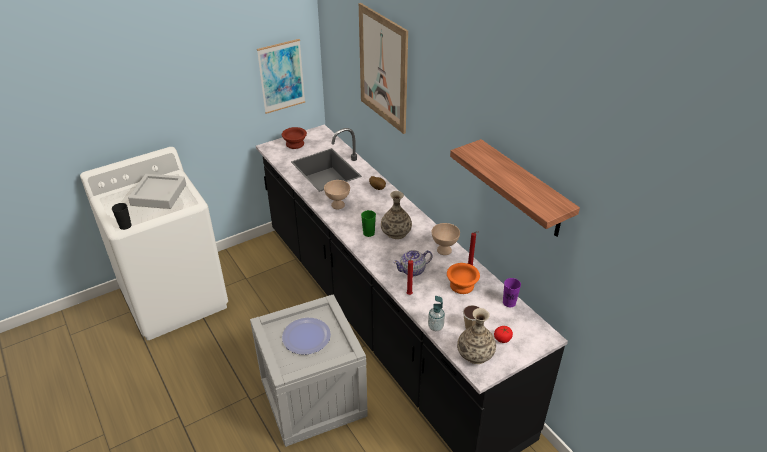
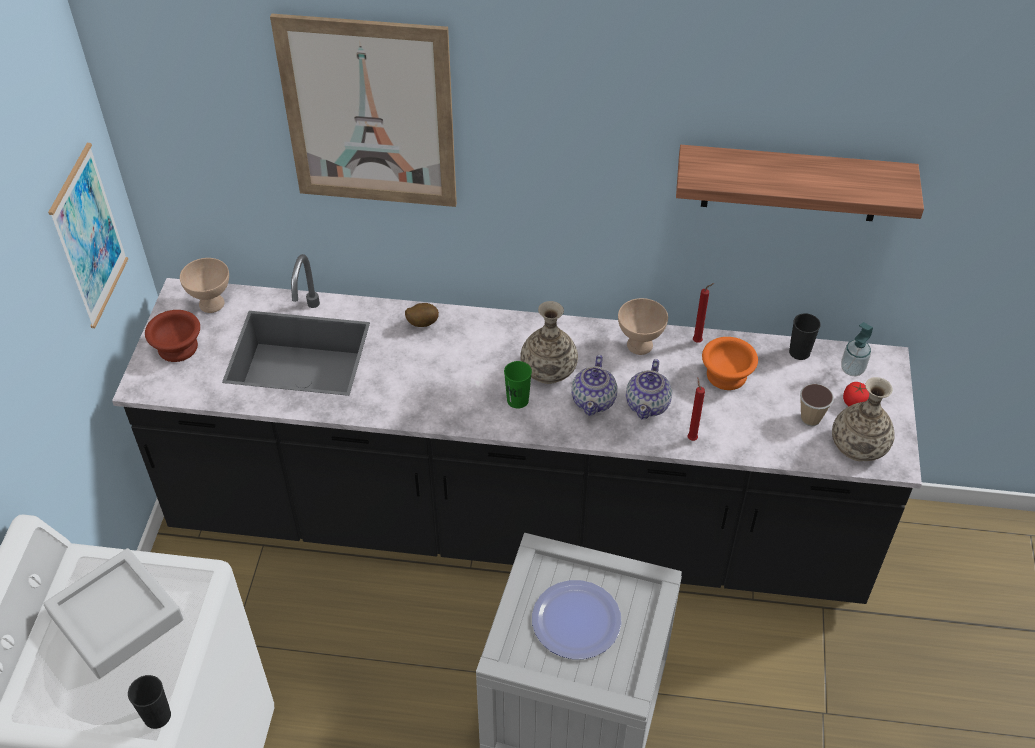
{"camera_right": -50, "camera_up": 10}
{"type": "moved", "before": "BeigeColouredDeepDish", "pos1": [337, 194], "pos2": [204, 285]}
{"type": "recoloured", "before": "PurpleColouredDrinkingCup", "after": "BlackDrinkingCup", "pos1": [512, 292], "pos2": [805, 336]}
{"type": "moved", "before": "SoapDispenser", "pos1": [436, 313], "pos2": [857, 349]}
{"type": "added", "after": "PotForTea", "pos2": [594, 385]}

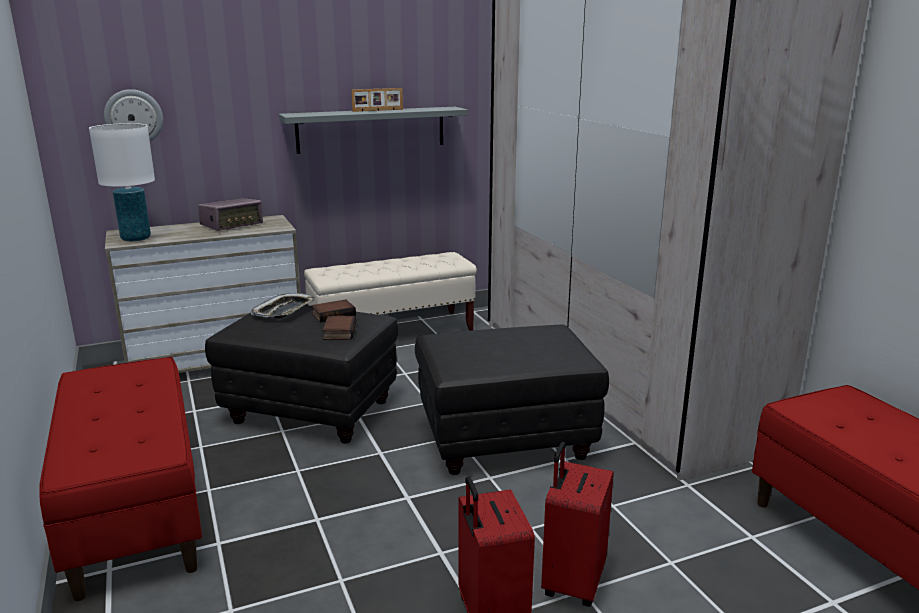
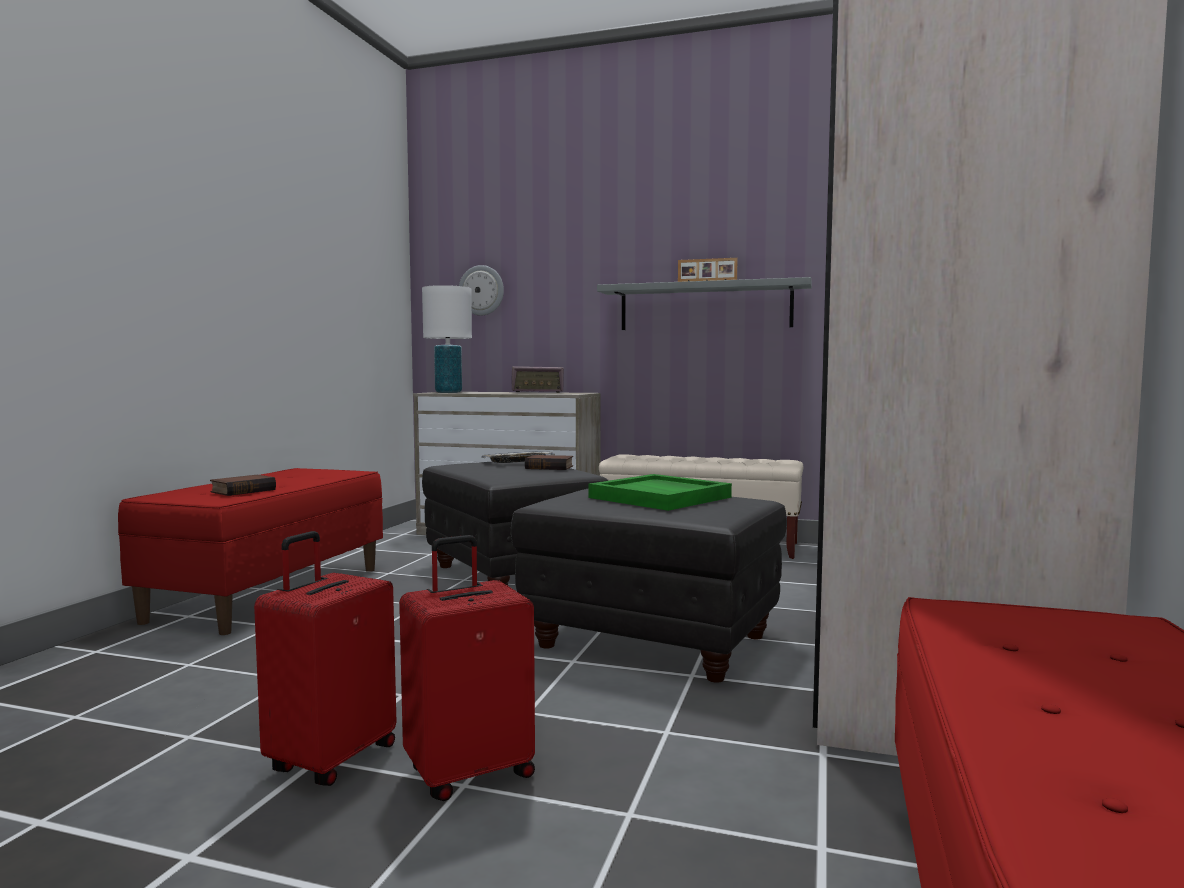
{"camera_right": 40, "camera_up": -15}
{"type": "moved", "before": "Volume", "pos1": [339, 328], "pos2": [243, 485]}
{"type": "added", "after": "GreenishServingTray", "pos2": [660, 492]}

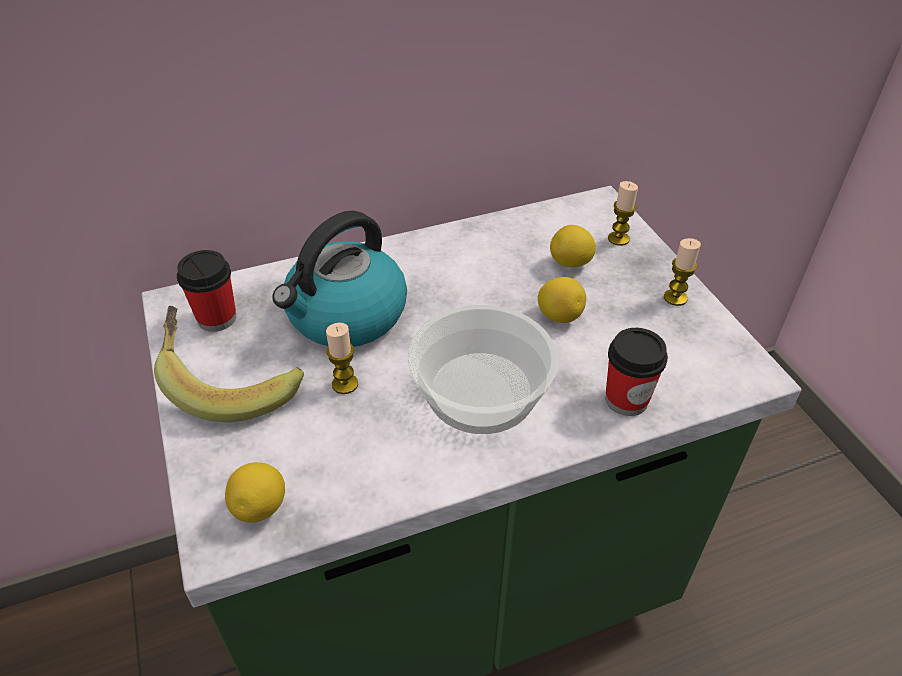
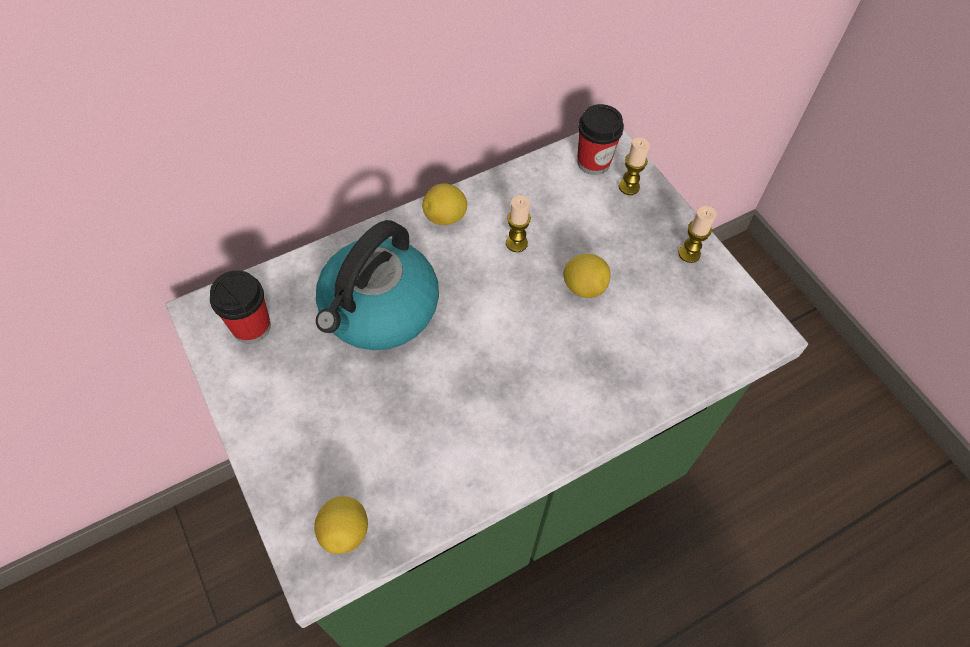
{"camera_right": -10, "camera_up": 15}
{"type": "moved", "before": "CitrusFruit", "pos1": [573, 246], "pos2": [444, 204]}
{"type": "removed", "before": "DeepDish", "pos1": [483, 369]}
{"type": "removed", "before": "Banana", "pos1": [229, 364]}
{"type": "moved", "before": "Candle", "pos1": [342, 358], "pos2": [518, 223]}
{"type": "moved", "before": "DrinkingCup", "pos1": [637, 372], "pos2": [600, 139]}

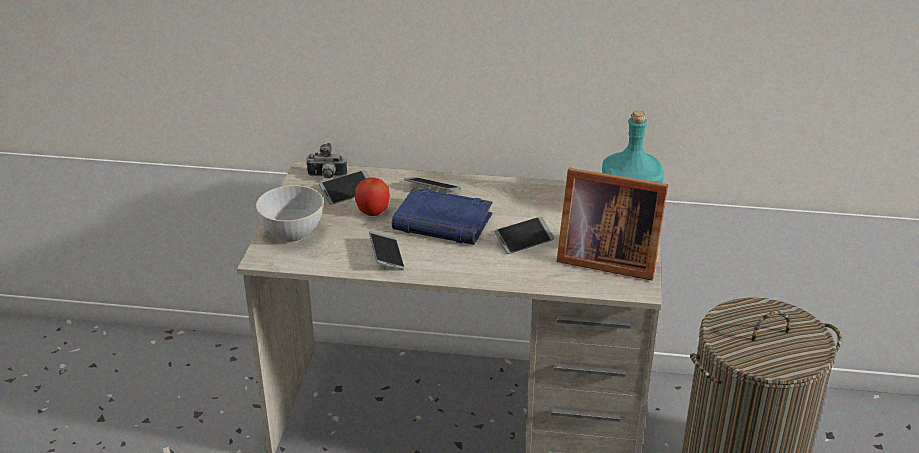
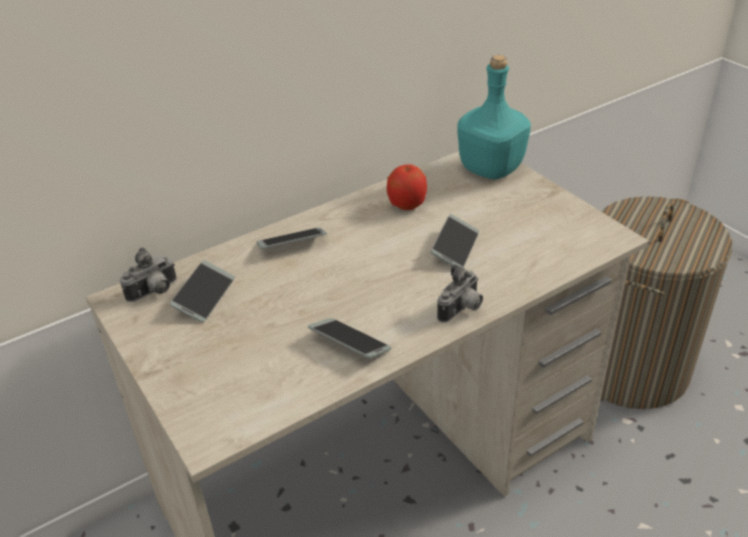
{"camera_right": -40, "camera_up": 5}
{"type": "removed", "before": "PhotoFrame", "pos1": [612, 224]}
{"type": "moved", "before": "AppleFruit", "pos1": [372, 196], "pos2": [407, 187]}
{"type": "removed", "before": "GrayDeepDish", "pos1": [289, 213]}
{"type": "removed", "before": "BlueVolume", "pos1": [442, 216]}
{"type": "added", "after": "StillCamera", "pos2": [460, 293]}

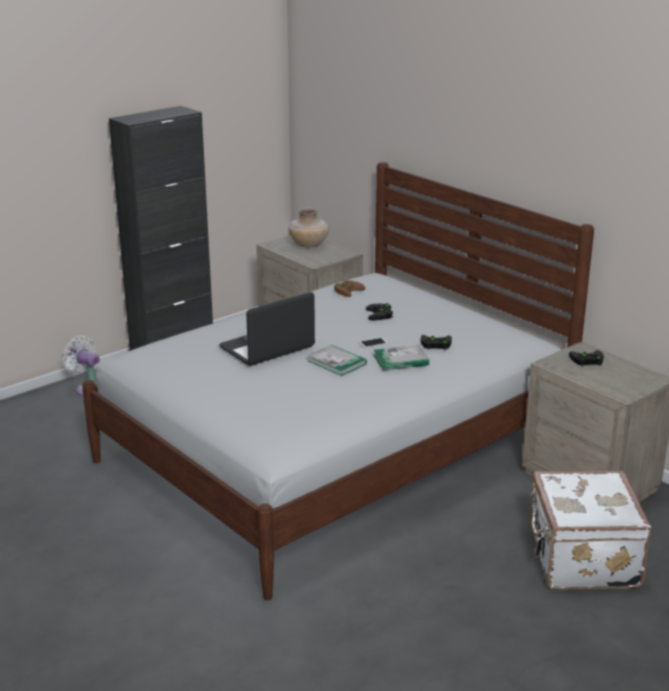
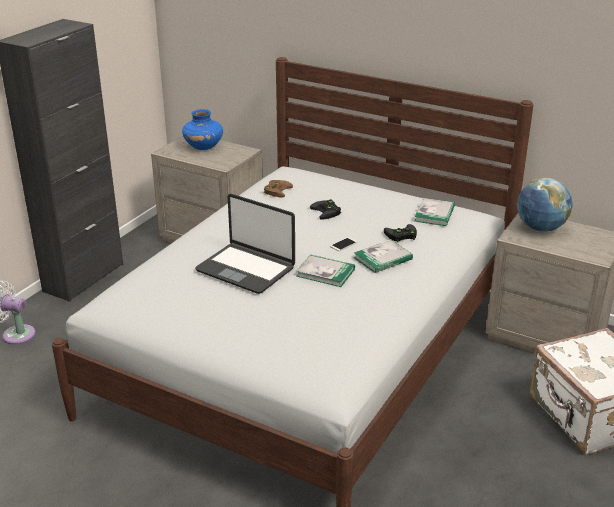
{"camera_right": -20, "camera_up": 5}
{"type": "recoloured", "before": "BeigeColouredDecorativeVase", "after": "BlueDecorativeVase", "pos1": [308, 227], "pos2": [202, 129]}
{"type": "turned", "before": "NotebookComputer", "pos1": [267, 329], "pos2": [245, 244], "turn": -90}
{"type": "replaced", "before": "BlackGameController", "after": "WorldGlobe", "pos1": [586, 358], "pos2": [545, 204]}
{"type": "added", "after": "Volume", "pos2": [434, 212]}

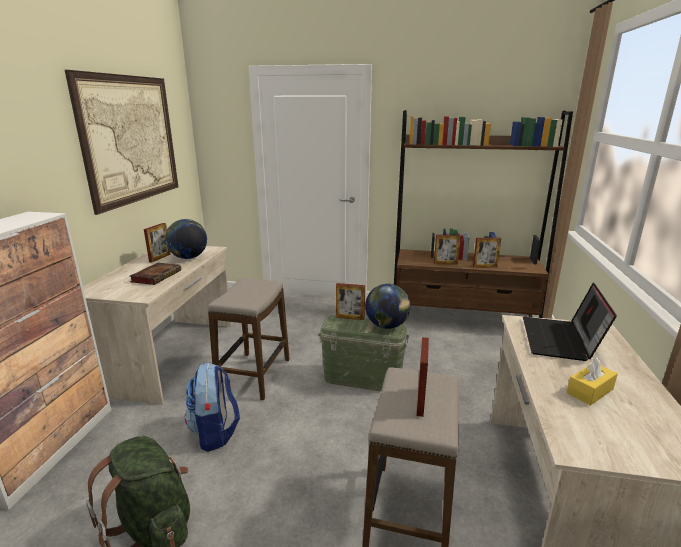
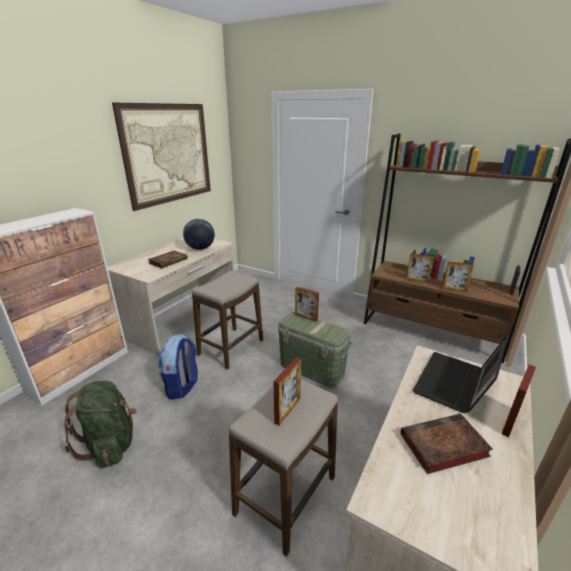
{"camera_right": 20, "camera_up": 5}
{"type": "moved", "before": "PhotoFrame", "pos1": [157, 242], "pos2": [519, 400]}
{"type": "removed", "before": "WorldGlobe", "pos1": [387, 306]}
{"type": "replaced", "before": "YellowColouredTissueHolder", "after": "Volume", "pos1": [592, 381], "pos2": [447, 443]}

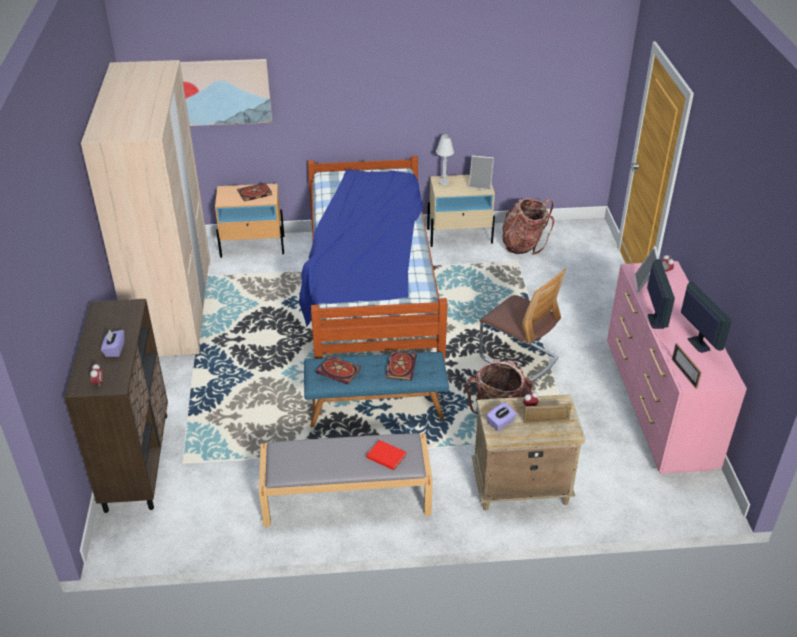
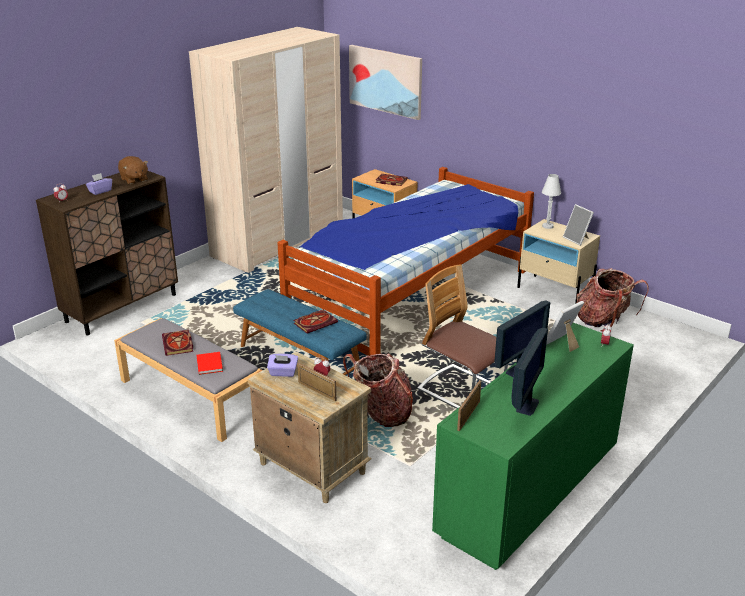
{"camera_right": 45, "camera_up": -10}
{"type": "recoloured", "before": "PinkColouredDrawerChest", "after": "GreenishDrawerChest", "pos1": [677, 367], "pos2": [533, 446]}
{"type": "turned", "before": "PlainChair", "pos1": [522, 325], "pos2": [462, 336], "turn": 135}
{"type": "moved", "before": "Volume", "pos1": [338, 370], "pos2": [177, 343]}
{"type": "added", "after": "BrownishPlushToy", "pos2": [133, 170]}

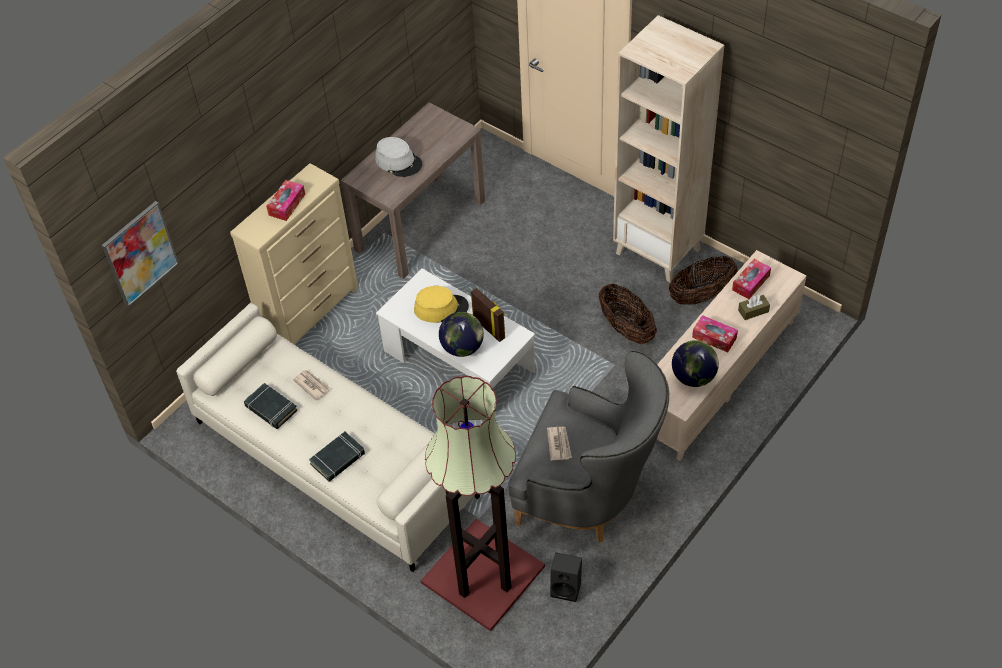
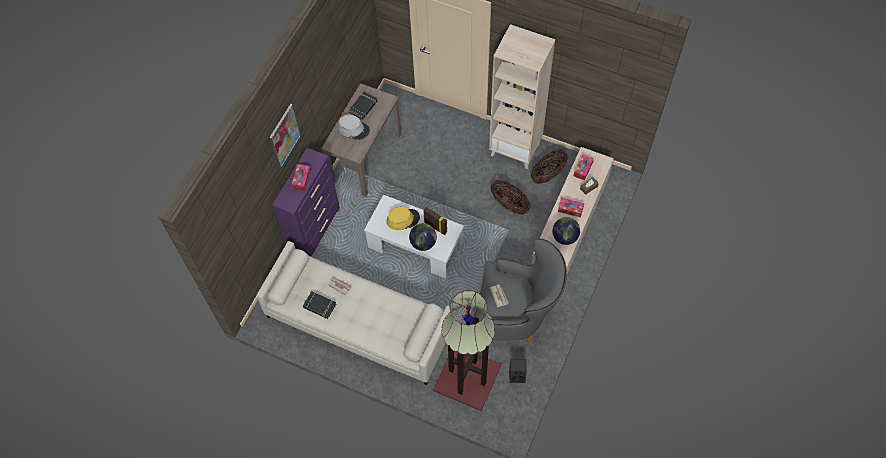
{"camera_right": -15, "camera_up": 10}
{"type": "recoloured", "before": "BeigeColouredDrawerChest", "after": "PurpleColouredDrawerChest", "pos1": [294, 253], "pos2": [306, 202]}
{"type": "moved", "before": "WallArt", "pos1": [140, 254], "pos2": [285, 136]}
{"type": "moved", "before": "BlackVolume", "pos1": [337, 457], "pos2": [363, 105]}

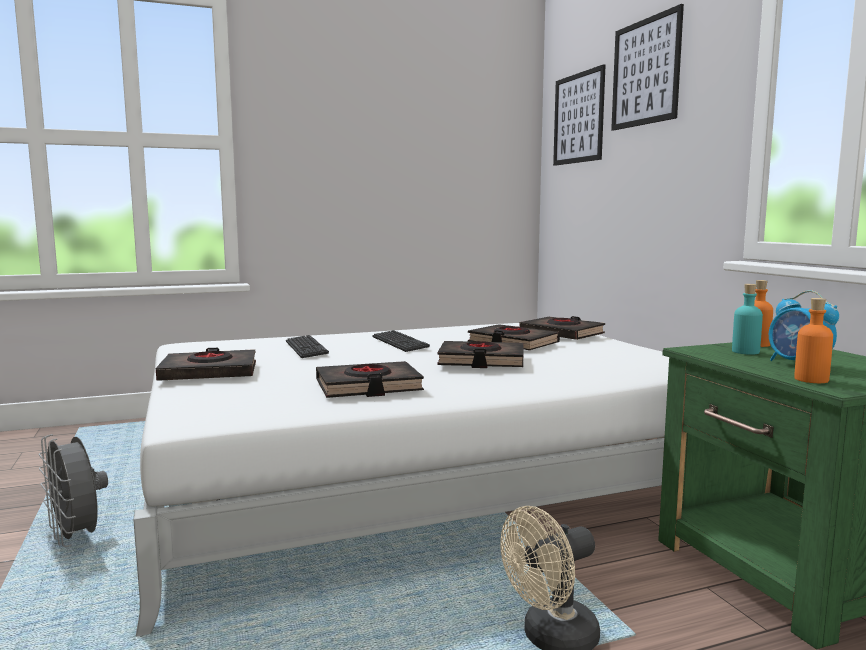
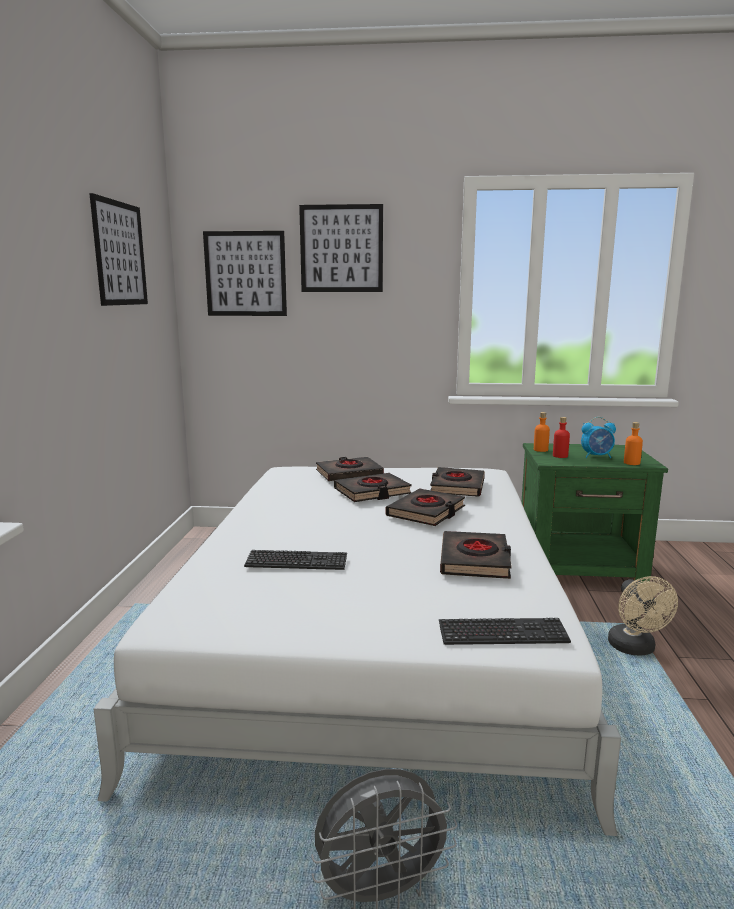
{"camera_right": -65, "camera_up": 5}
{"type": "recoloured", "before": "BlueGreenDrinkBottle", "after": "RedColouredDrinkBottle", "pos1": [747, 319], "pos2": [561, 437]}
{"type": "moved", "before": "Keyboard", "pos1": [401, 341], "pos2": [505, 631]}
{"type": "moved", "before": "BlackVolume", "pos1": [206, 364], "pos2": [457, 482]}
{"type": "added", "after": "WallArt", "pos2": [118, 249]}

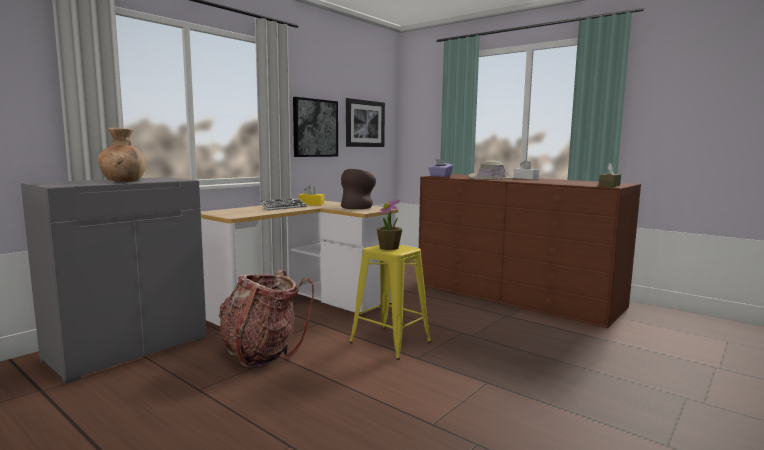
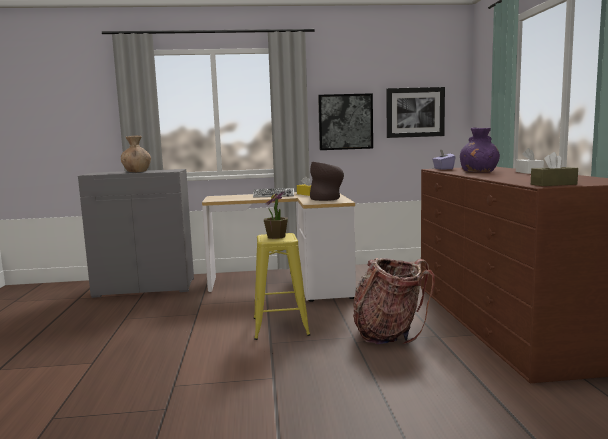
{"camera_right": 45, "camera_up": 0}
{"type": "replaced", "before": "BeigeColouredWearableHat", "after": "PurpleColouredDecorativeVase", "pos1": [491, 170], "pos2": [480, 150]}
{"type": "moved", "before": "Rucksack", "pos1": [266, 318], "pos2": [394, 301]}

